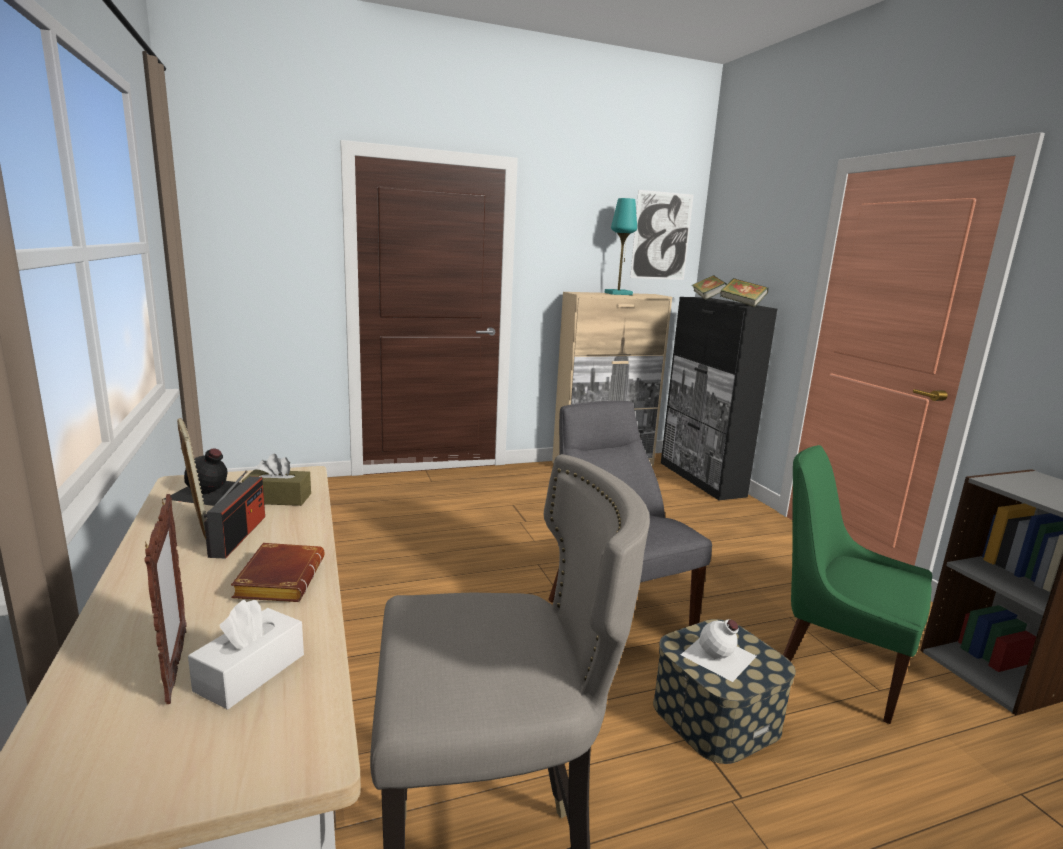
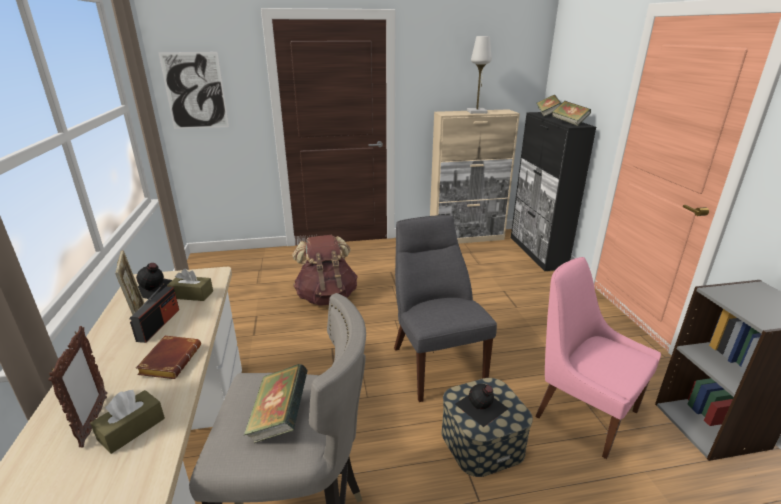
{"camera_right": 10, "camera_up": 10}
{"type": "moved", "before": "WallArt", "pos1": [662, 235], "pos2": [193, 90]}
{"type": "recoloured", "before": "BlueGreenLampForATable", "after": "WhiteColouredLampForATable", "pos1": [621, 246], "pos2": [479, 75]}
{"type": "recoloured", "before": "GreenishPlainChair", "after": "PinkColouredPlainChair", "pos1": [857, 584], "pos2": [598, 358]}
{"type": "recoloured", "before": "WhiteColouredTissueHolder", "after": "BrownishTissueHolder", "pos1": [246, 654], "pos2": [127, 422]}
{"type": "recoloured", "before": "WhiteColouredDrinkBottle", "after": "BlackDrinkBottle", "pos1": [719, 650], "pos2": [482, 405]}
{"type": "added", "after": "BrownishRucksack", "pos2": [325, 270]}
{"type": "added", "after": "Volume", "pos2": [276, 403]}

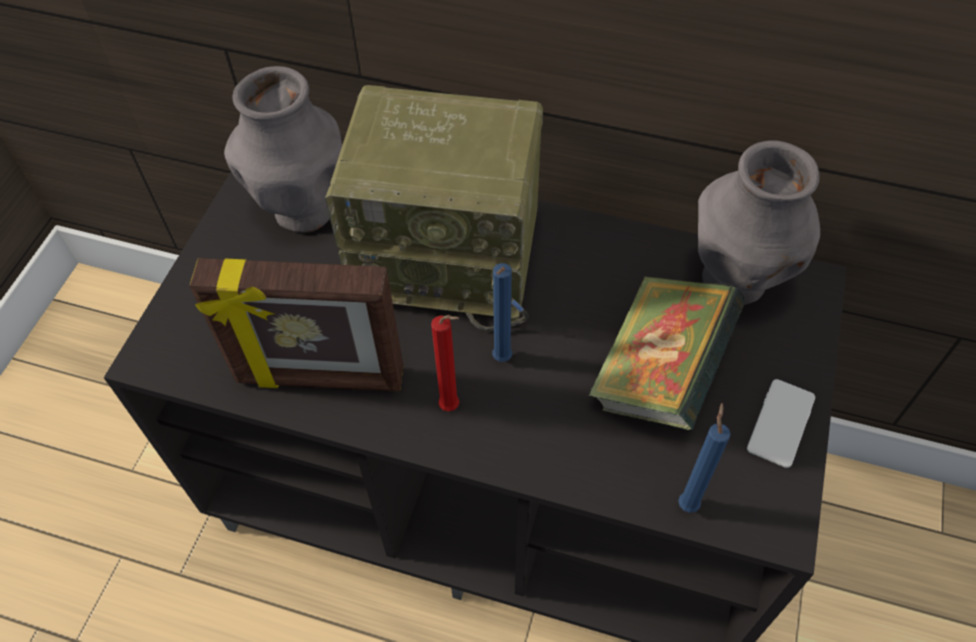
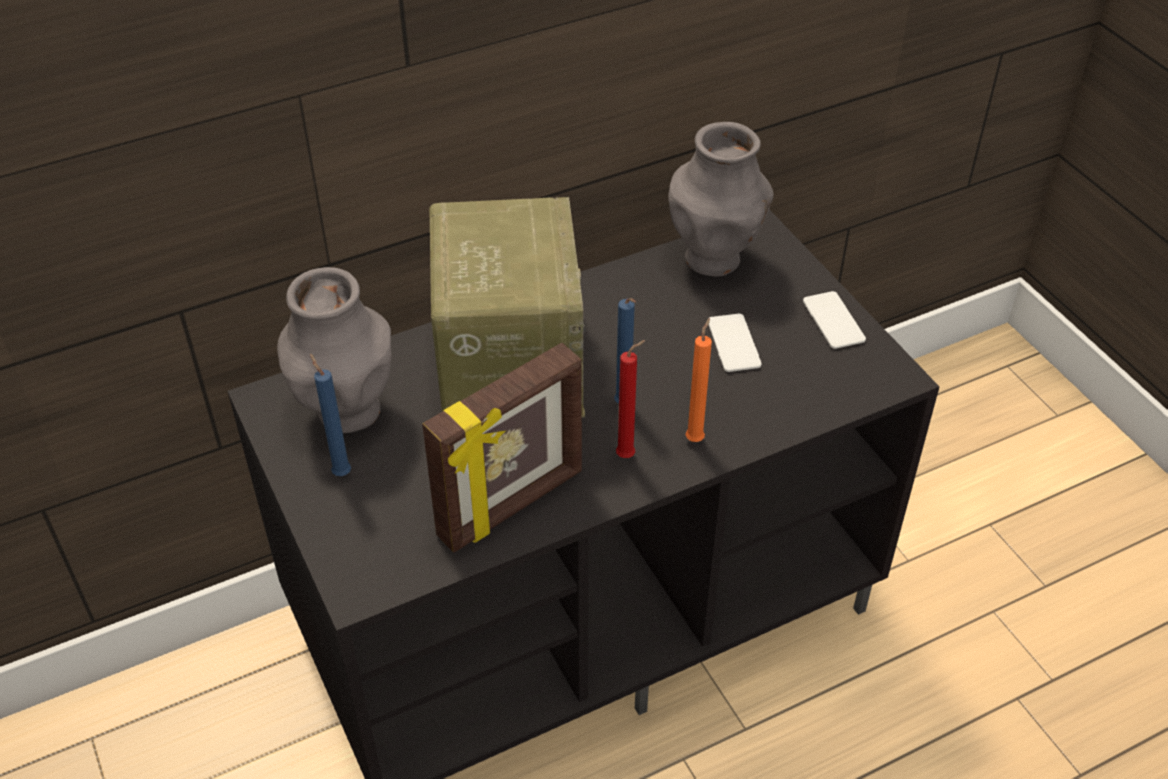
{"camera_right": -45, "camera_up": -10}
{"type": "turned", "before": "Radio", "pos1": [434, 208], "pos2": [507, 307], "turn": -60}
{"type": "replaced", "before": "Volume", "after": "Phone", "pos1": [666, 353], "pos2": [735, 343]}
{"type": "moved", "before": "BlueCandle", "pos1": [704, 458], "pos2": [330, 415]}
{"type": "added", "after": "OrangeColouredCandle", "pos2": [699, 380]}

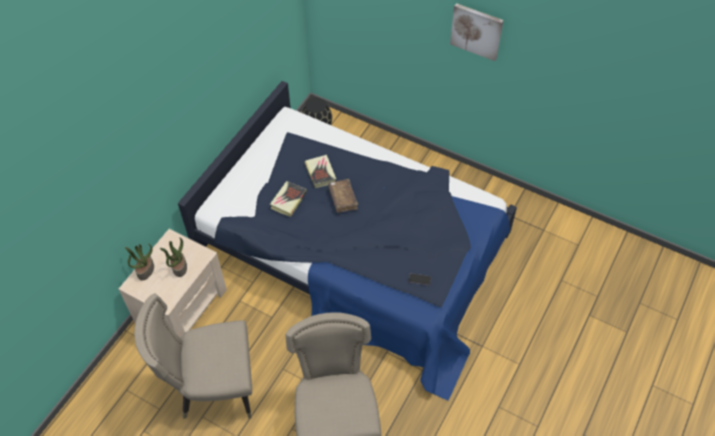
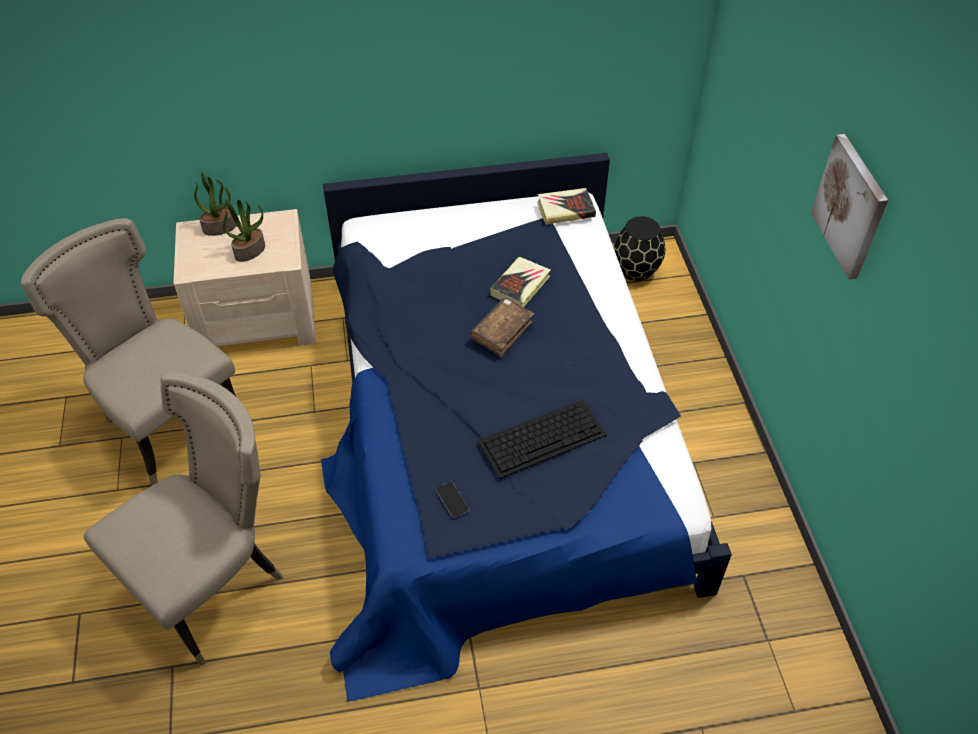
{"camera_right": 50, "camera_up": -5}
{"type": "moved", "before": "Volume", "pos1": [288, 199], "pos2": [566, 206]}
{"type": "added", "after": "Keyboard", "pos2": [542, 439]}

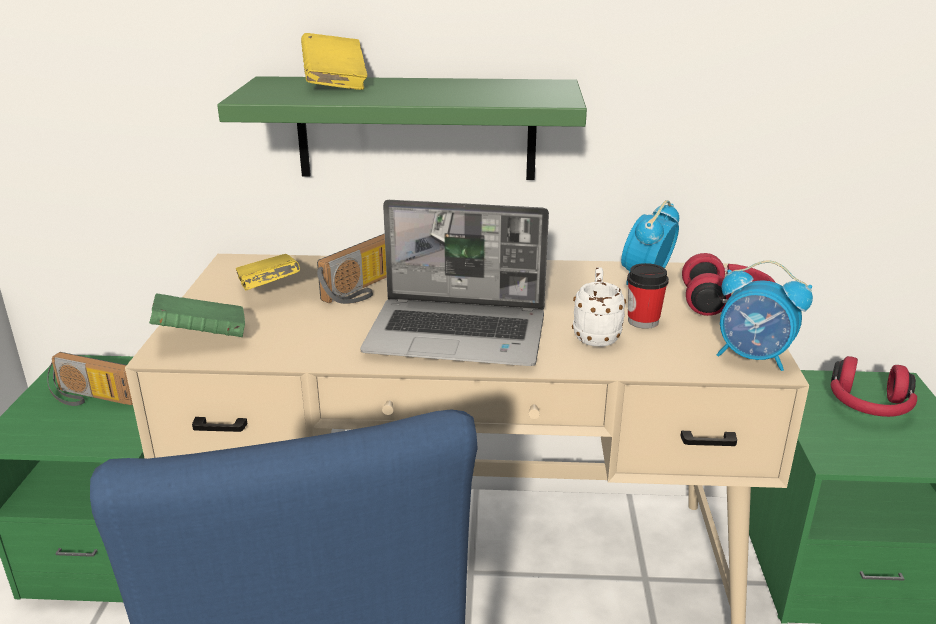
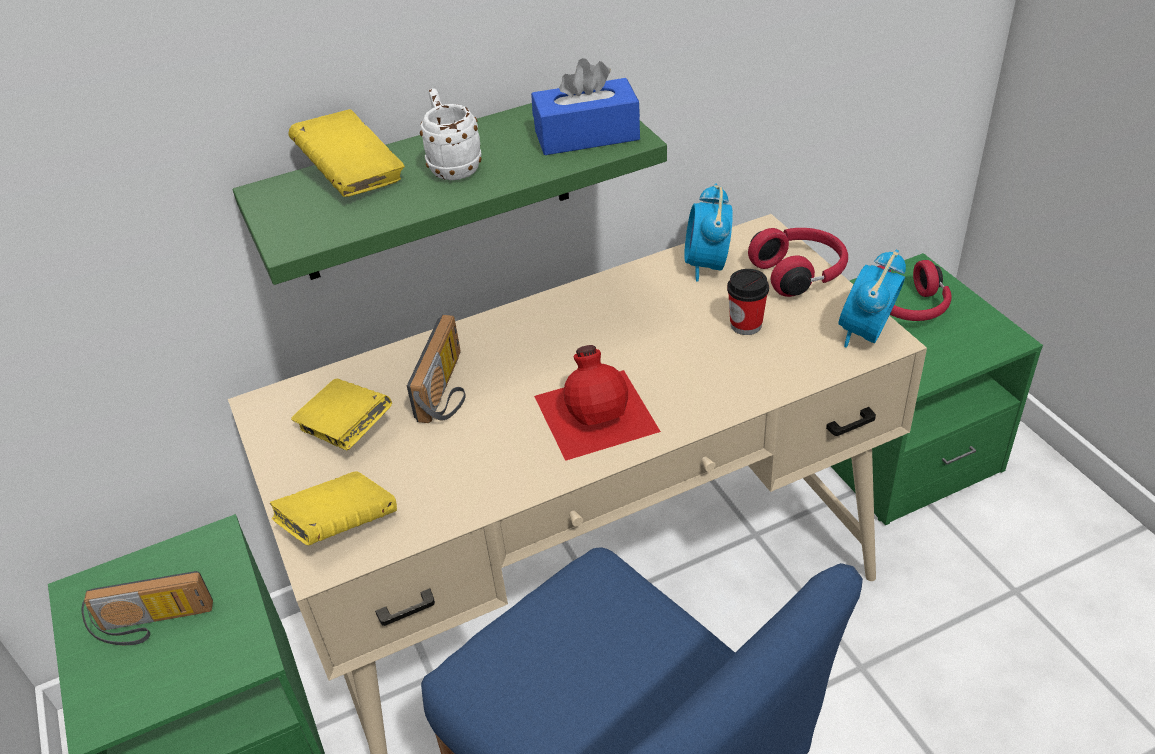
{"camera_right": -25, "camera_up": 15}
{"type": "replaced", "before": "NotebookComputer", "after": "RedColouredDrinkBottle", "pos1": [454, 283], "pos2": [597, 403]}
{"type": "turned", "before": "BedsideClock", "pos1": [765, 315], "pos2": [872, 298], "turn": 120}
{"type": "moved", "before": "WhiteColouredCoffeeMug", "pos1": [599, 307], "pos2": [451, 134]}
{"type": "recoloured", "before": "GreenishVolume", "after": "YellowColouredVolume", "pos1": [197, 315], "pos2": [333, 508]}
{"type": "added", "after": "BlueTissueHolder", "pos2": [585, 106]}

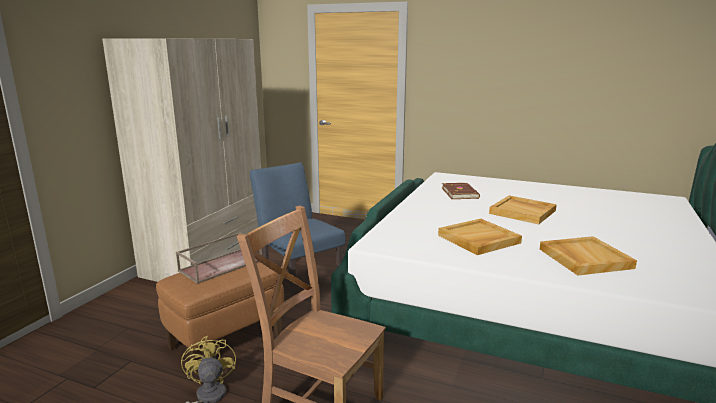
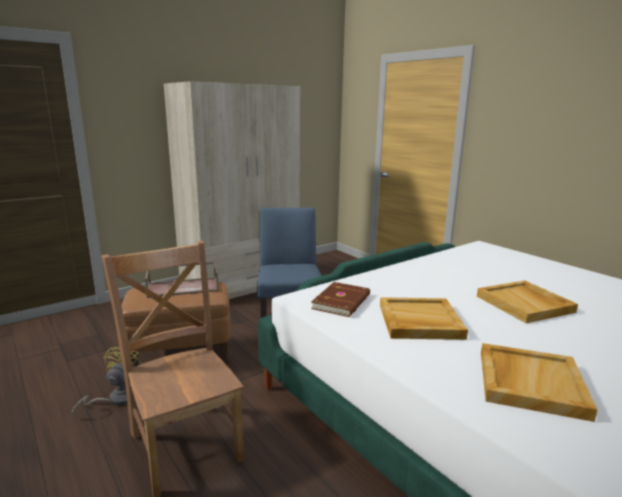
{"camera_right": 30, "camera_up": 0}
{"type": "moved", "before": "BrownishVolume", "pos1": [461, 191], "pos2": [340, 299]}

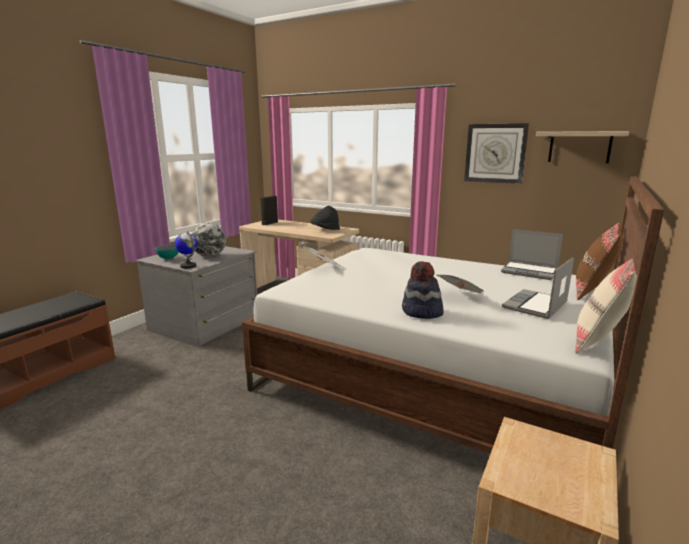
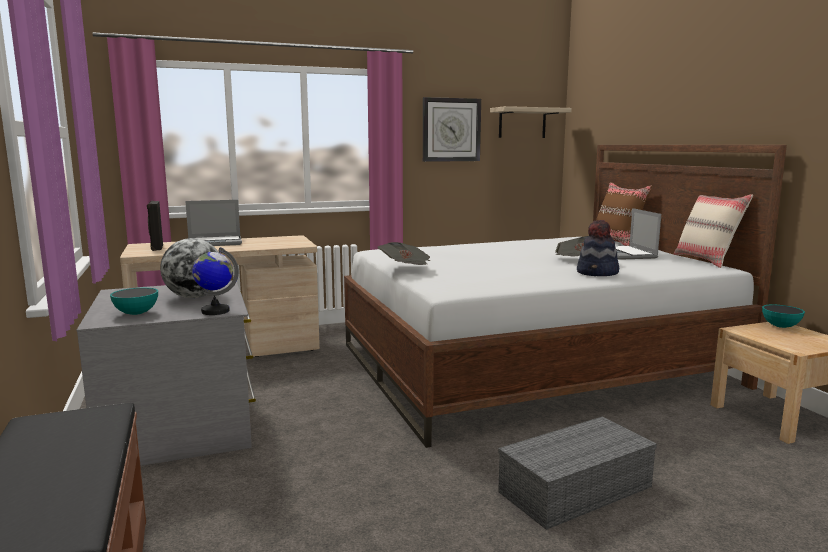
{"camera_right": -50, "camera_up": -5}
{"type": "removed", "before": "BlackWearableHat", "pos1": [325, 218]}
{"type": "moved", "before": "NotebookComputer", "pos1": [532, 254], "pos2": [213, 223]}
{"type": "added", "after": "DeepDish", "pos2": [783, 316]}
{"type": "added", "after": "GrayStorageBox", "pos2": [577, 473]}

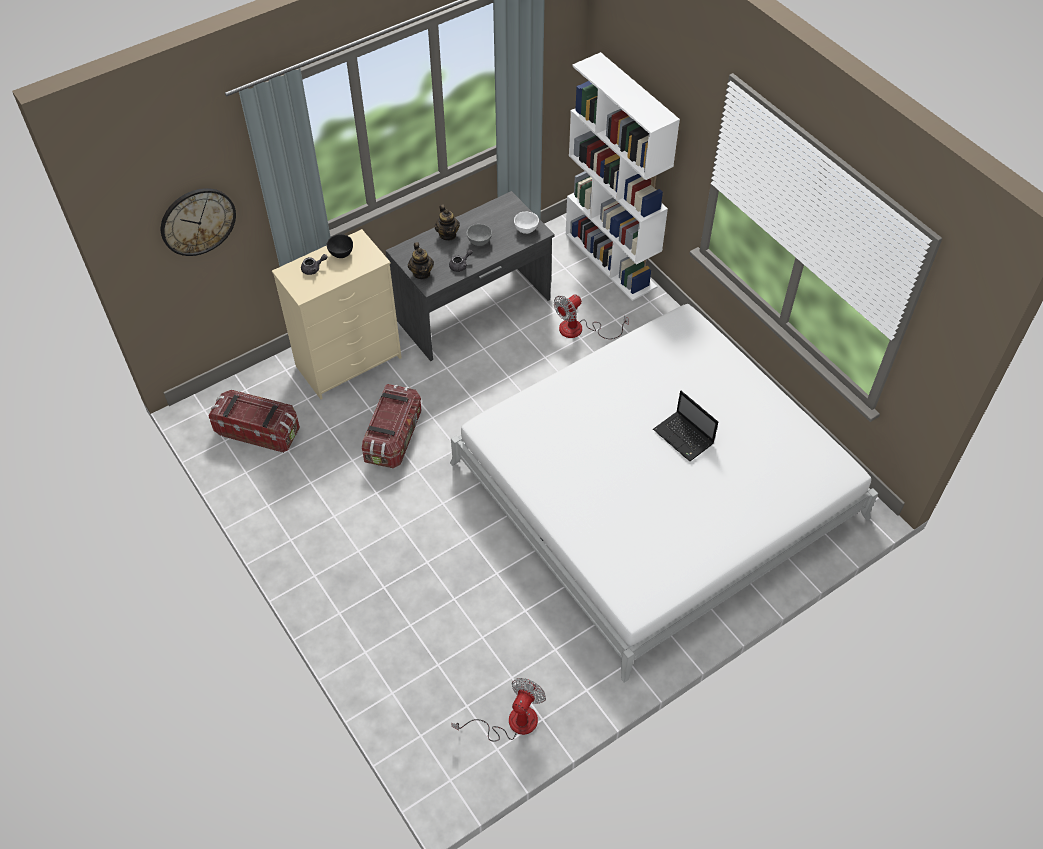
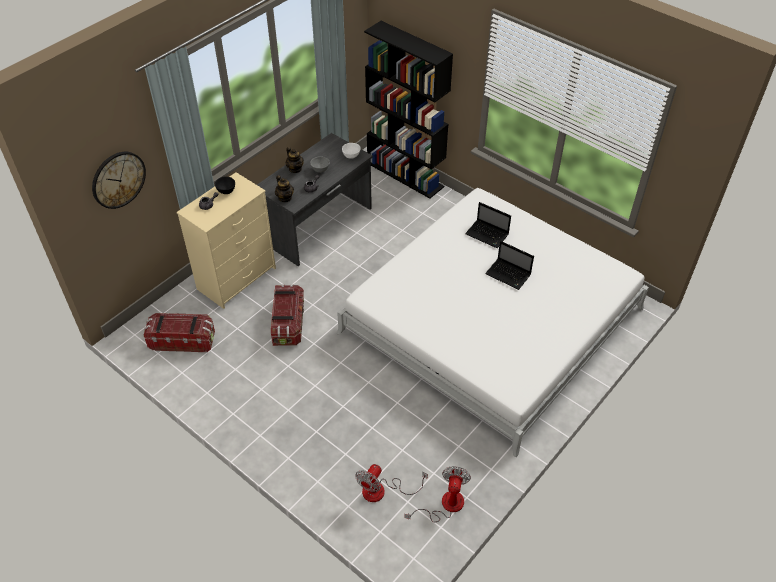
{"camera_right": -15, "camera_up": -5}
{"type": "recoloured", "before": "WhiteColouredShelvingUnit", "after": "BlackShelvingUnit", "pos1": [623, 176], "pos2": [408, 110]}
{"type": "moved", "before": "CoolingFan", "pos1": [591, 317], "pos2": [392, 483]}
{"type": "added", "after": "NotebookComputer", "pos2": [488, 225]}

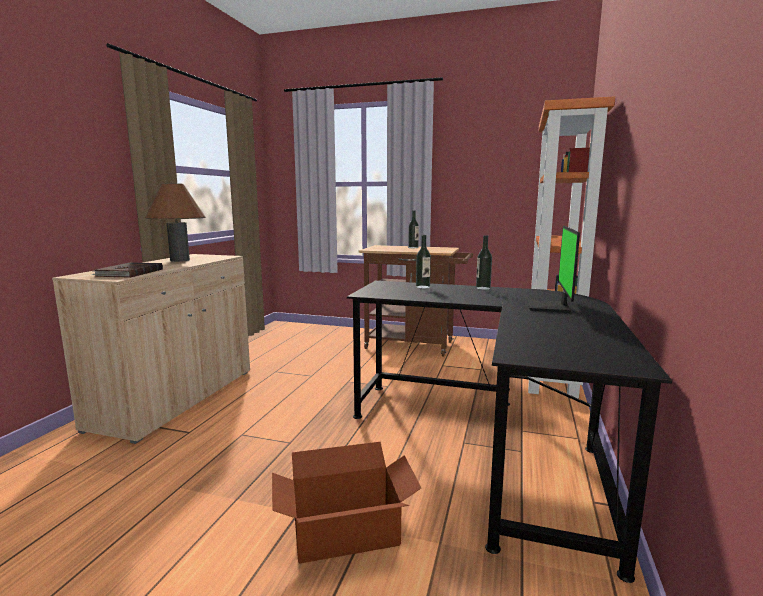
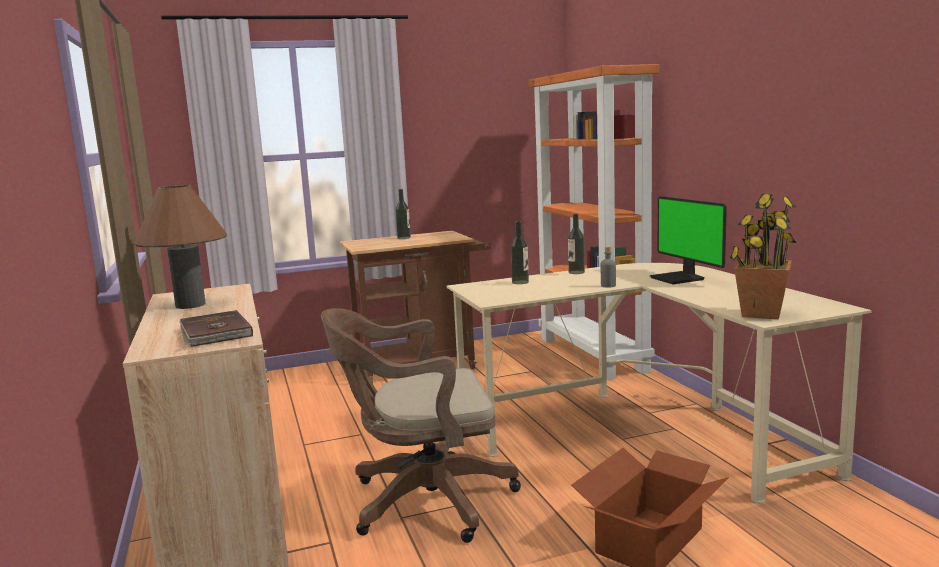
{"camera_right": -35, "camera_up": 0}
{"type": "recoloured", "before": "BlackDesk", "after": "BeigeColouredDesk", "pos1": [509, 432], "pos2": [659, 383]}
{"type": "added", "after": "PottedPlant", "pos2": [763, 256]}
{"type": "added", "after": "GrayDrinkBottle", "pos2": [608, 267]}
{"type": "added", "after": "BrownishOfficeChair", "pos2": [421, 425]}

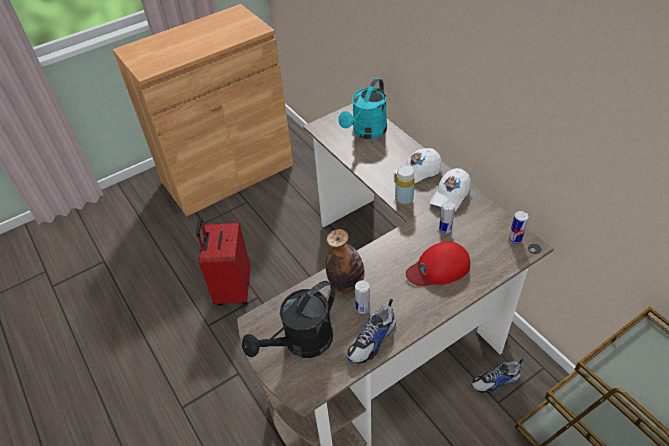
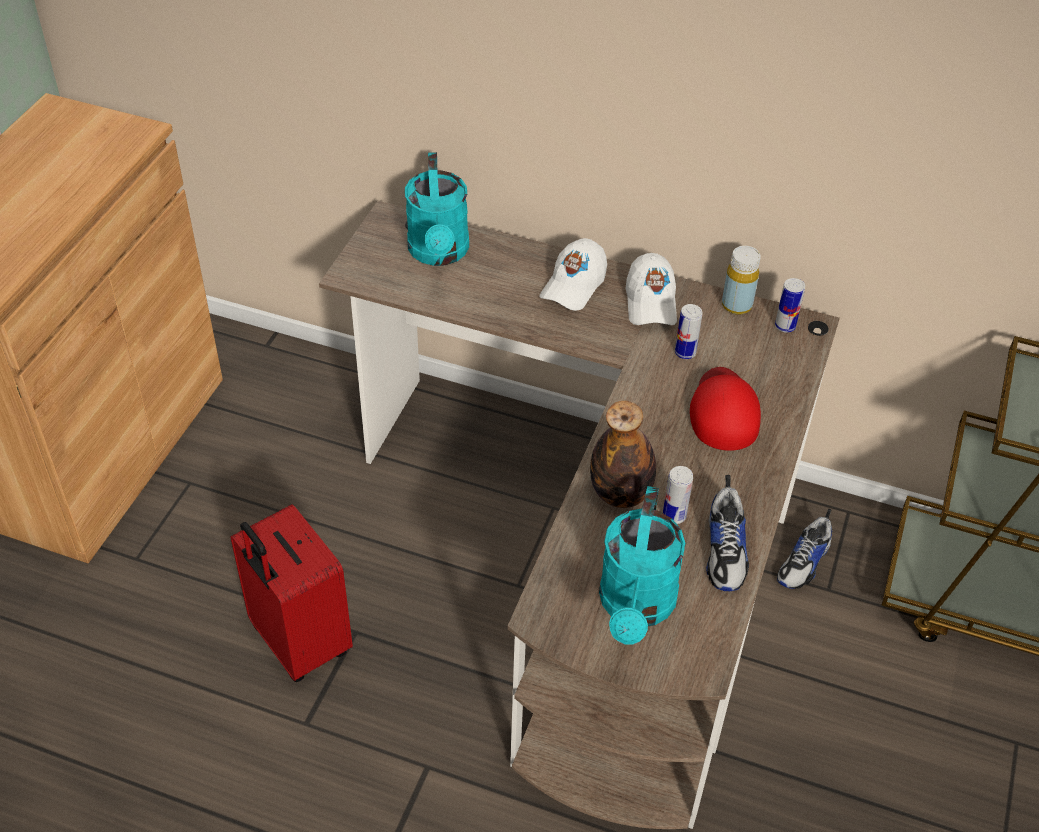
{"camera_right": -40, "camera_up": 0}
{"type": "moved", "before": "YellowColouredDrinkBottle", "pos1": [405, 185], "pos2": [741, 280]}
{"type": "turned", "before": "RedColouredBaseballCap", "pos1": [438, 263], "pos2": [725, 409], "turn": 150}
{"type": "recoloured", "before": "BlackSprinklingCan", "after": "BlueGreenSprinklingCan", "pos1": [288, 319], "pos2": [642, 565]}

